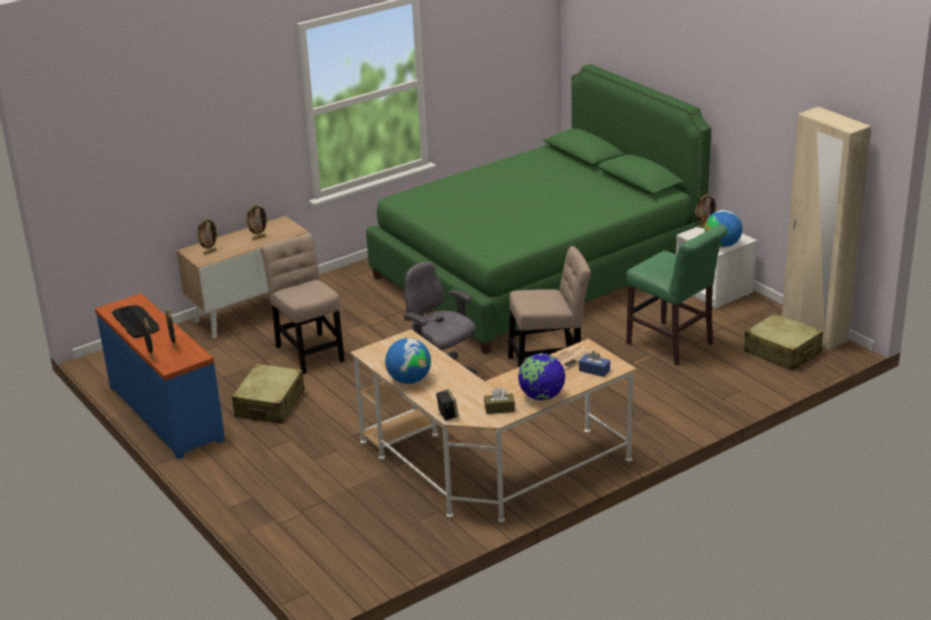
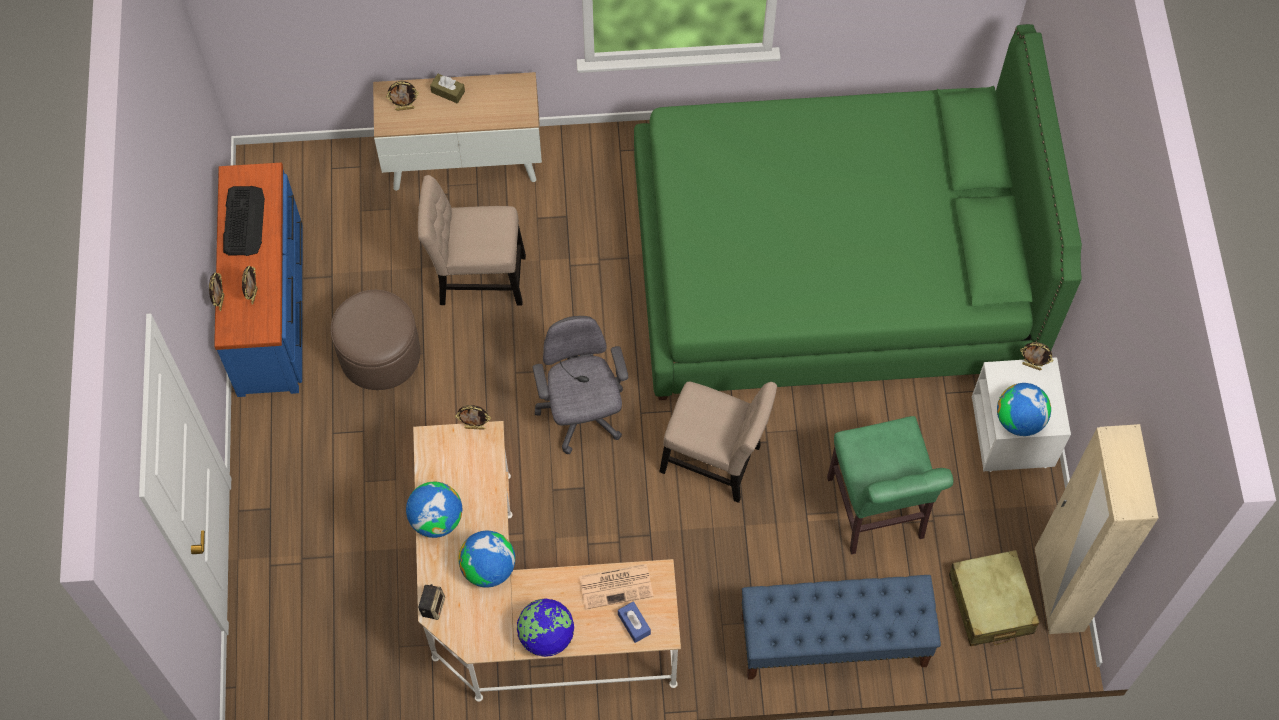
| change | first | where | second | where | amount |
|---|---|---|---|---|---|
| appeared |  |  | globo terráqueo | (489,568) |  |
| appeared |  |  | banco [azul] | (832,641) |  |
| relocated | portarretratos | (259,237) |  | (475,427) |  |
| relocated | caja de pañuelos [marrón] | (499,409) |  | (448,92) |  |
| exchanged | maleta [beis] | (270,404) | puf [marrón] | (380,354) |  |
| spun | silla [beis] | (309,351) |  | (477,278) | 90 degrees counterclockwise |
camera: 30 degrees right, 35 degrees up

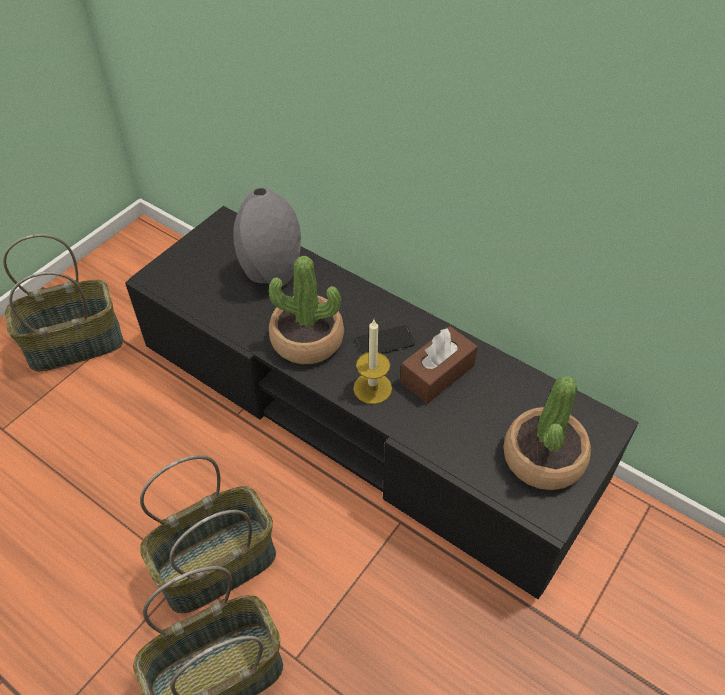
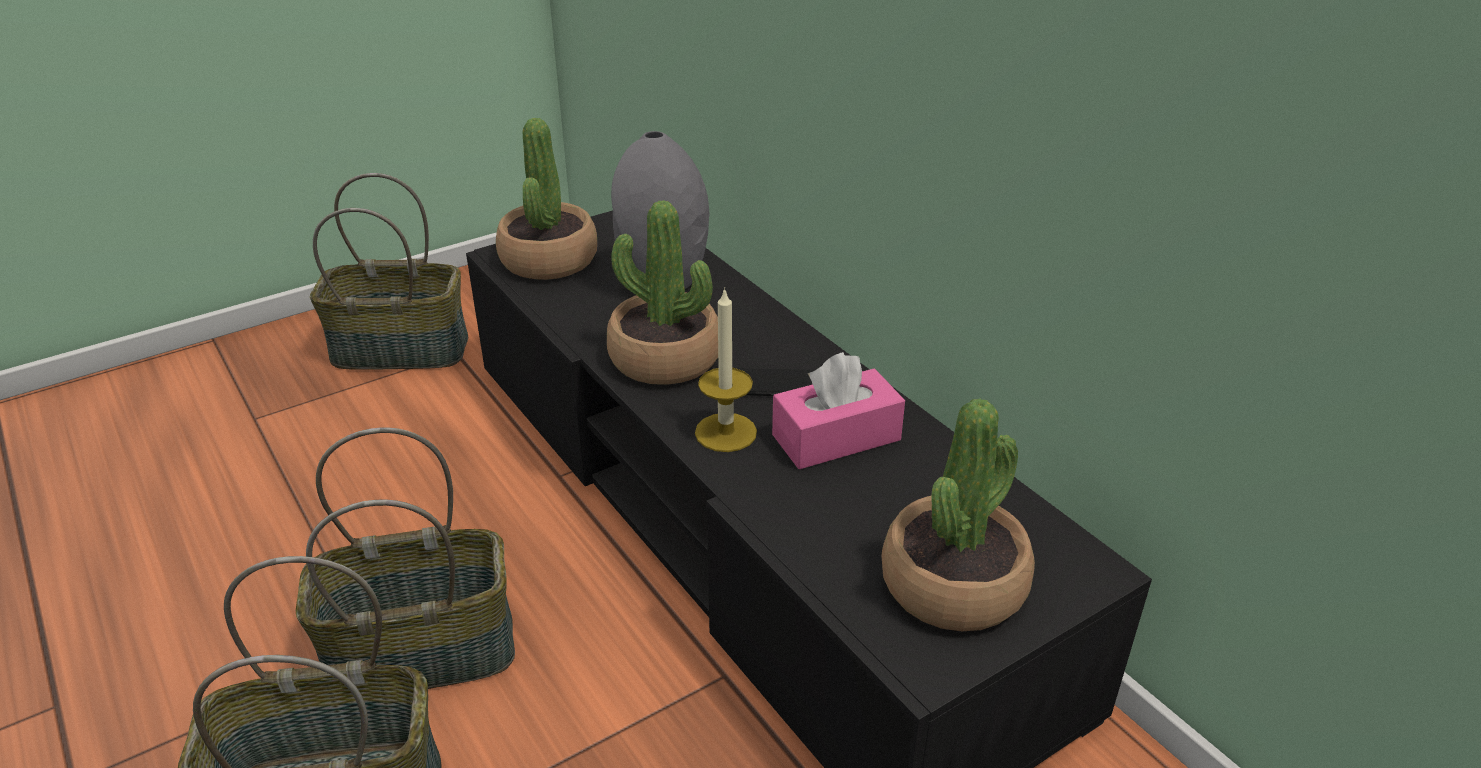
| change | first | where | second | where | amount |
|---|---|---|---|---|---|
| appeared |  |  | planta en maceta | (548,260) |  |
| colour | caja de pañuelos [marrón] | (437,373) | caja de pañuelos [rosa] | (836,437) |  |
camera: 20 degrees right, 15 degrees down

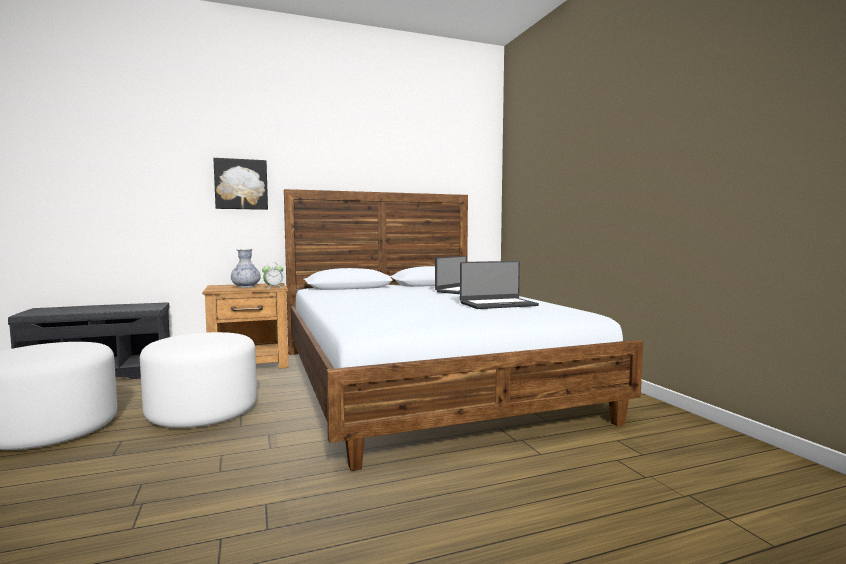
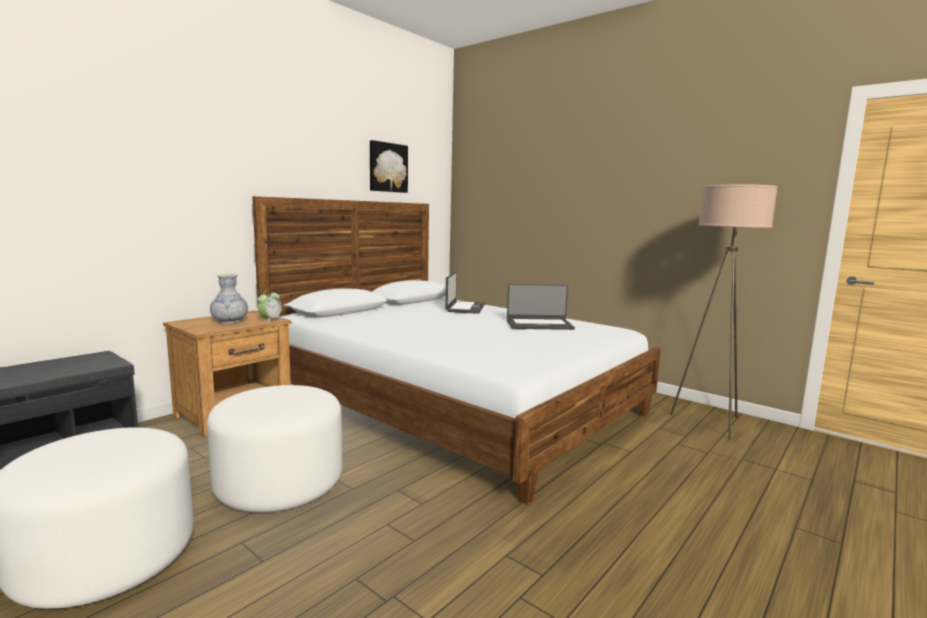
| change | first | where | second | where | amount |
|---|---|---|---|---|---|
| appeared |  |  | lámpara de pie [beis] | (711,423) |  |
| relocated | cuadro | (241,184) |  | (387,167) |  |
| spun | portátil | (498,304) |  | (539,324) | 45 degrees clockwise |
camera: 30 degrees left, 5 degrees up

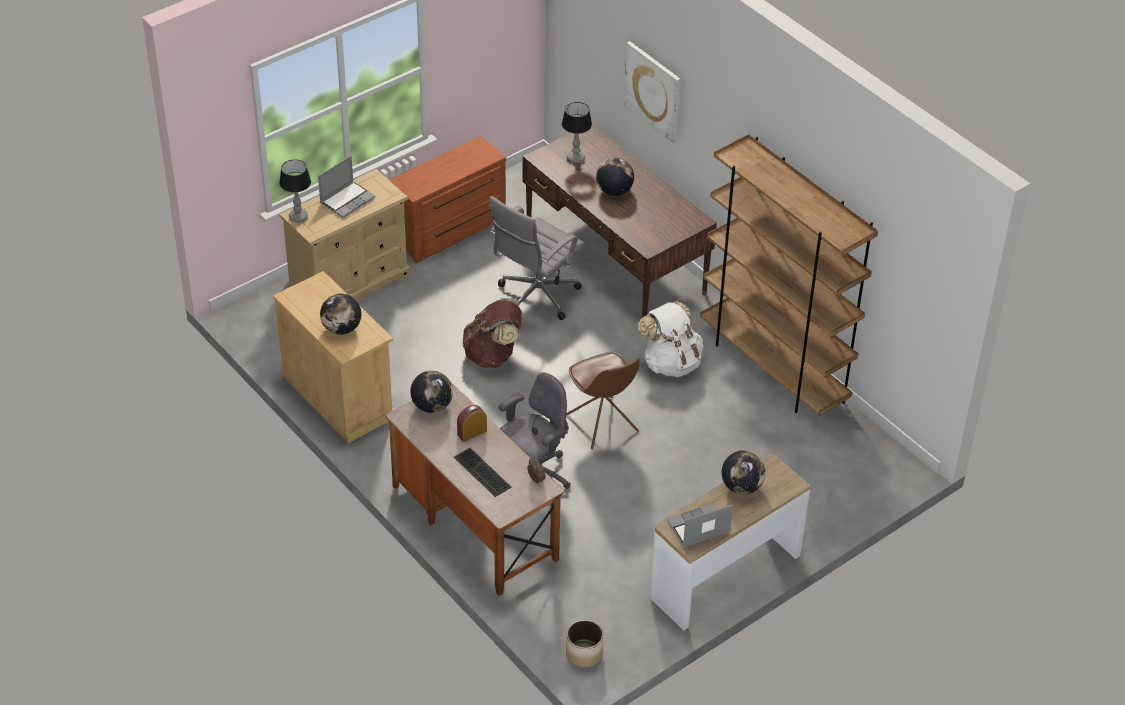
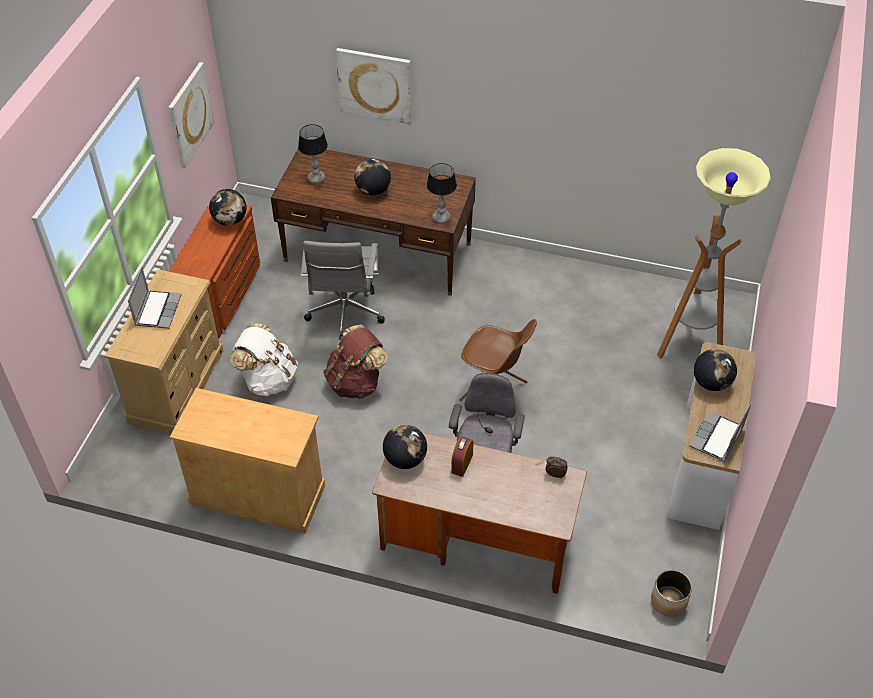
| change | first | where | second | where | amount |
|---|---|---|---|---|---|
| missing | teclado | (480,472) |  |  |  |
| missing | estantería [marrón] | (773,368) |  |  |  |
| appeared |  |  | cuadro | (189,114) |  |
| appeared |  |  | lámpara de pie | (689,346) |  |
| relocated | lámpara de mesa | (298,217) |  | (441,218) |  |
| relocated | globo terráqueo | (341,329) |  | (230,221) |  |
| relocated | mochila [blanco] | (671,362) |  | (268,379) |  |
camera: 35 degrees left, 5 degrees up

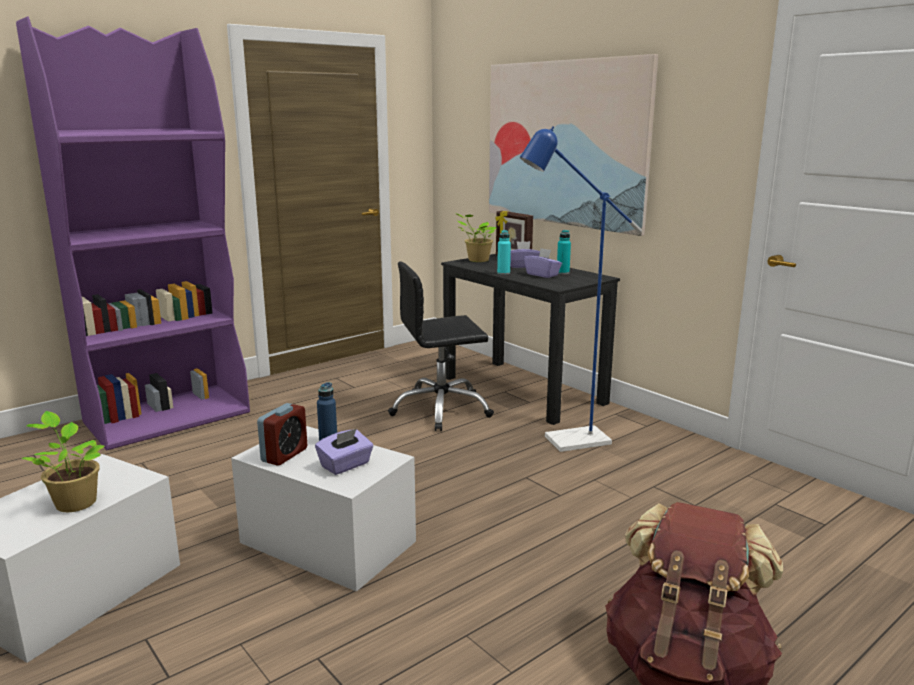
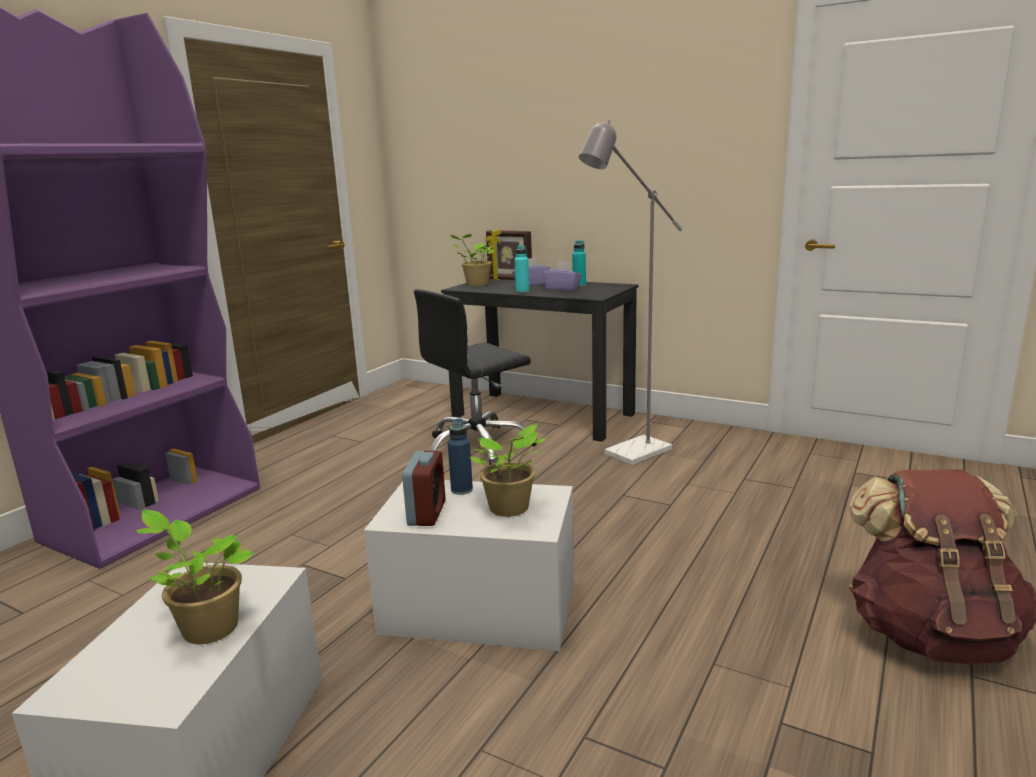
| change | first | where | second | where | amount |
|---|---|---|---|---|---|
| missing | cuadro | (565,144) |  |  |  |
| exchanged | caja de pañuelos [morado] | (345,465) | planta en maceta | (510,509) |  |
| colour | lámpara de pie [azul] | (567,442) | lámpara de pie [gris] | (630,454) |  |
camera: 20 degrees left, 0 degrees up

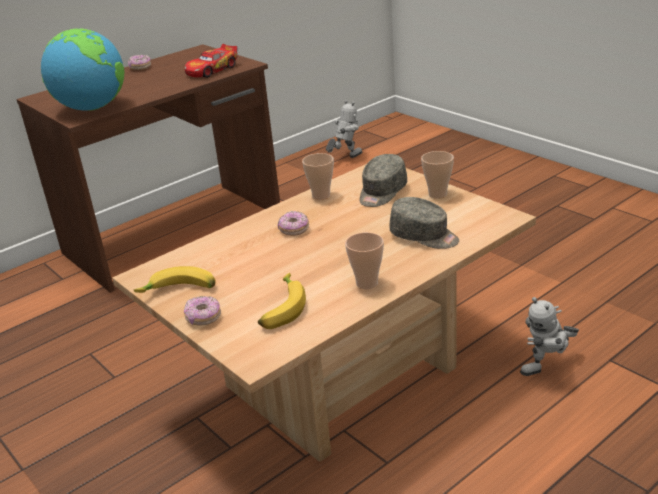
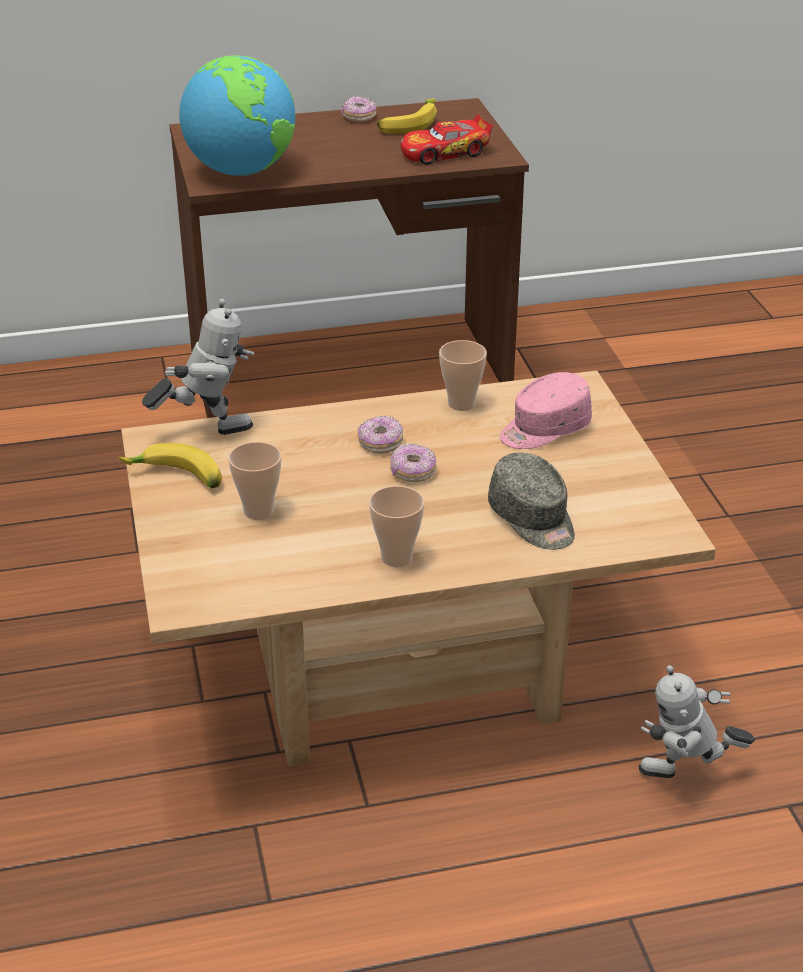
| change | first | where | second | where | amount |
|---|---|---|---|---|---|
| relocated | rosquilla | (203,318) |  | (412,472) |  |
| relocated | plátano | (281,309) |  | (408,124) |  |
| relocated | robot de juguete | (345,158) |  | (207,429) |  |
| relocated | taza | (437,194) |  | (258,511) |  |
| colour | gorra [gris] | (382,193) | gorra [rosa] | (544,429) |  |
camera: 25 degrees right, 5 degrees up

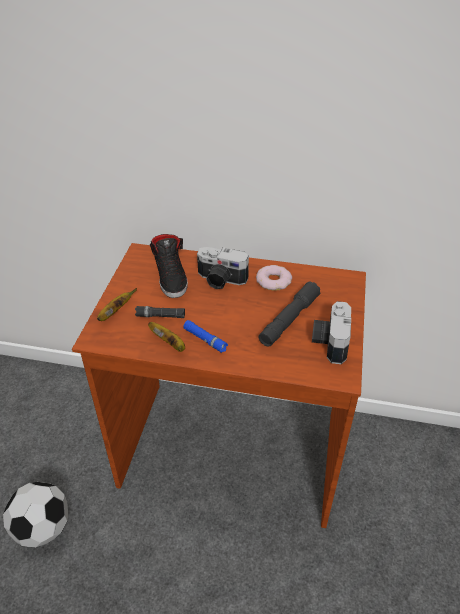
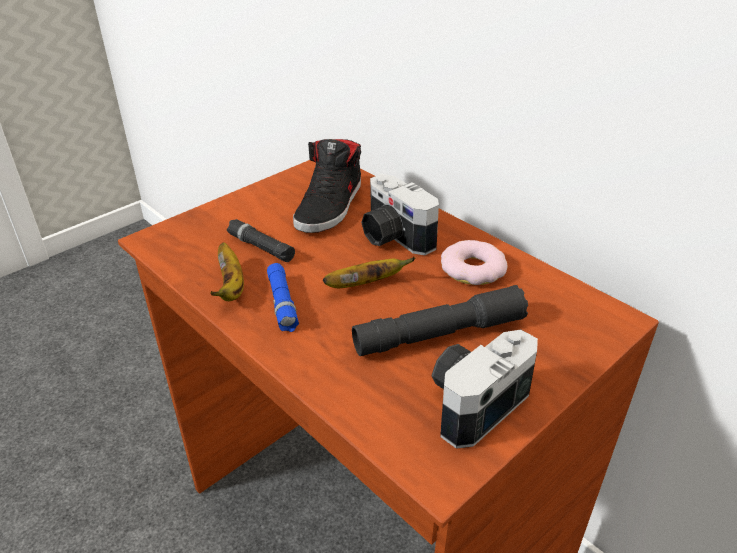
| change | first | where | second | where | amount |
|---|---|---|---|---|---|
| missing | balón de fútbol | (43,528) |  |  |  |
| relocated | plátano | (115,312) |  | (365,284) |  |
camera: 35 degrees right, 5 degrees down

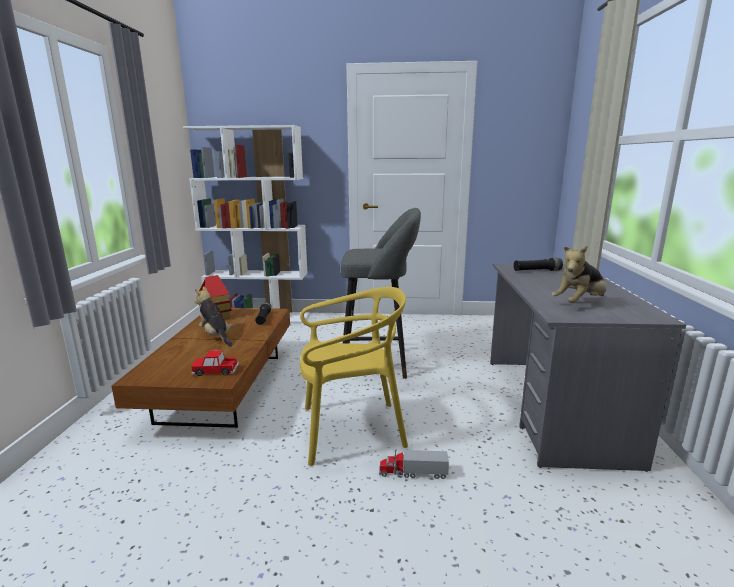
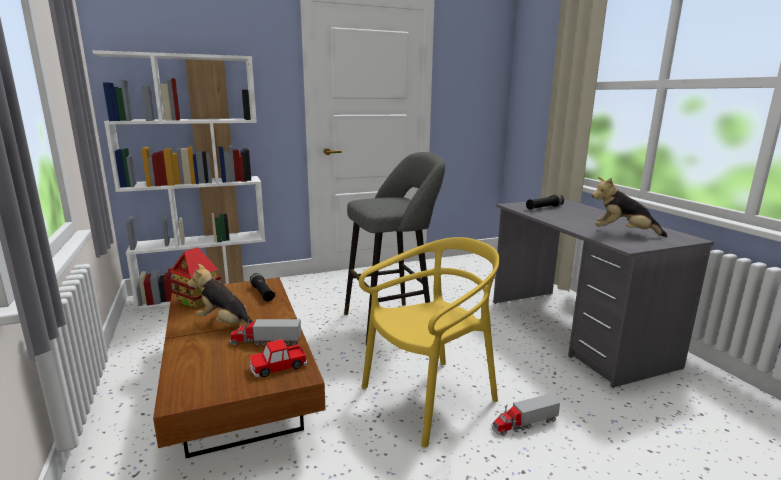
| change | first | where | second | where | amount |
|---|---|---|---|---|---|
| appeared |  |  | camión de juguete | (265,341) |  |
| spun | peluche | (579,303) |  | (623,233) | 75 degrees clockwise |
camera: 25 degrees left, 0 degrees up

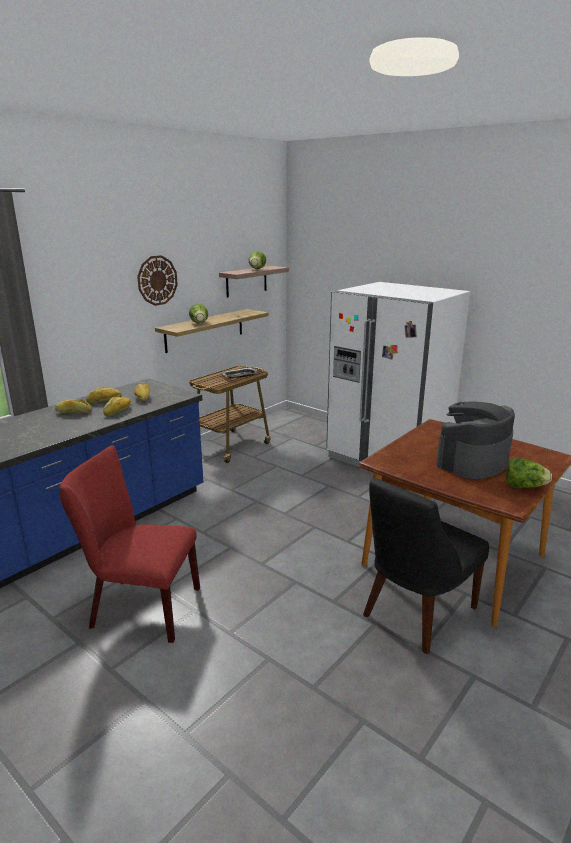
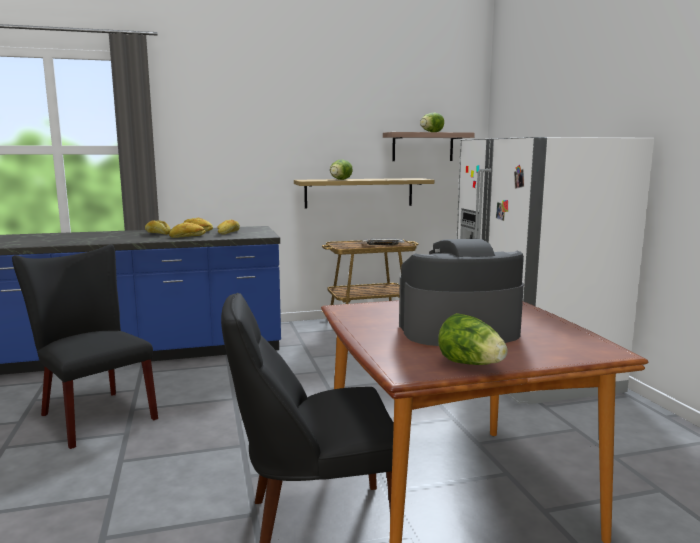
| change | first | where | second | where | amount |
|---|---|---|---|---|---|
| missing | reloj de pared | (157,280) |  |  |  |
| colour | silla [rojo] | (139,607) | silla [negro] | (93,415) |  |
camera: 35 degrees right, 10 degrees down

